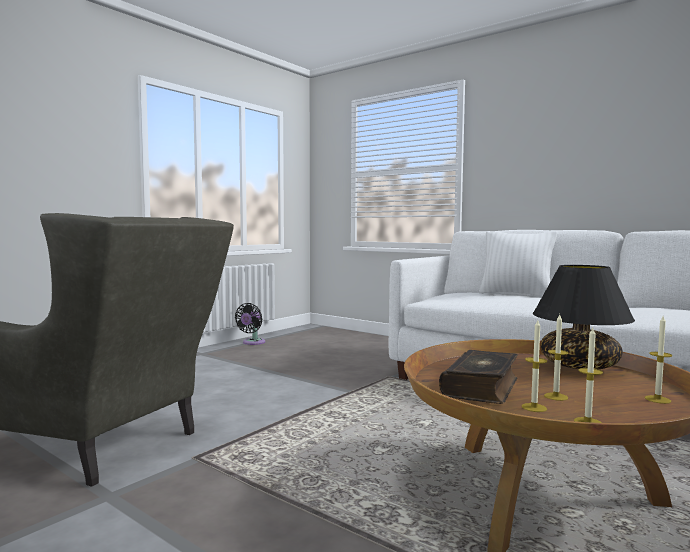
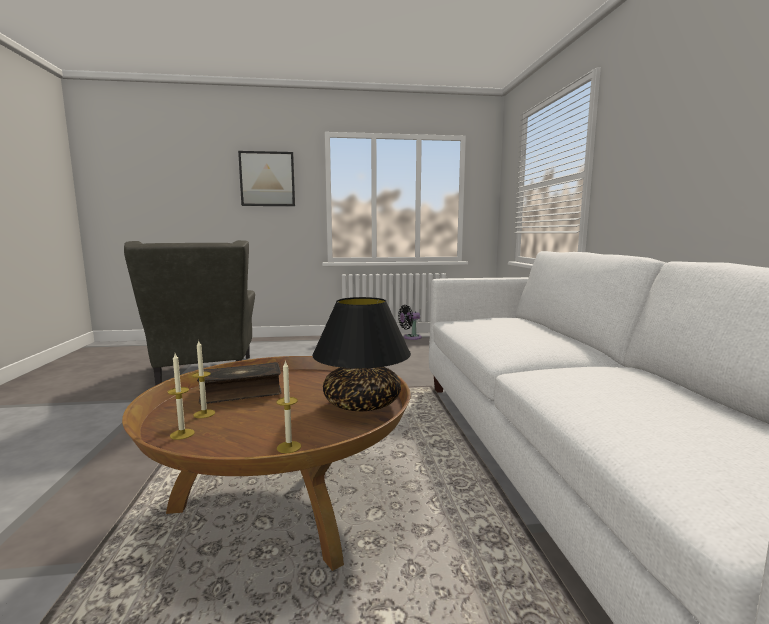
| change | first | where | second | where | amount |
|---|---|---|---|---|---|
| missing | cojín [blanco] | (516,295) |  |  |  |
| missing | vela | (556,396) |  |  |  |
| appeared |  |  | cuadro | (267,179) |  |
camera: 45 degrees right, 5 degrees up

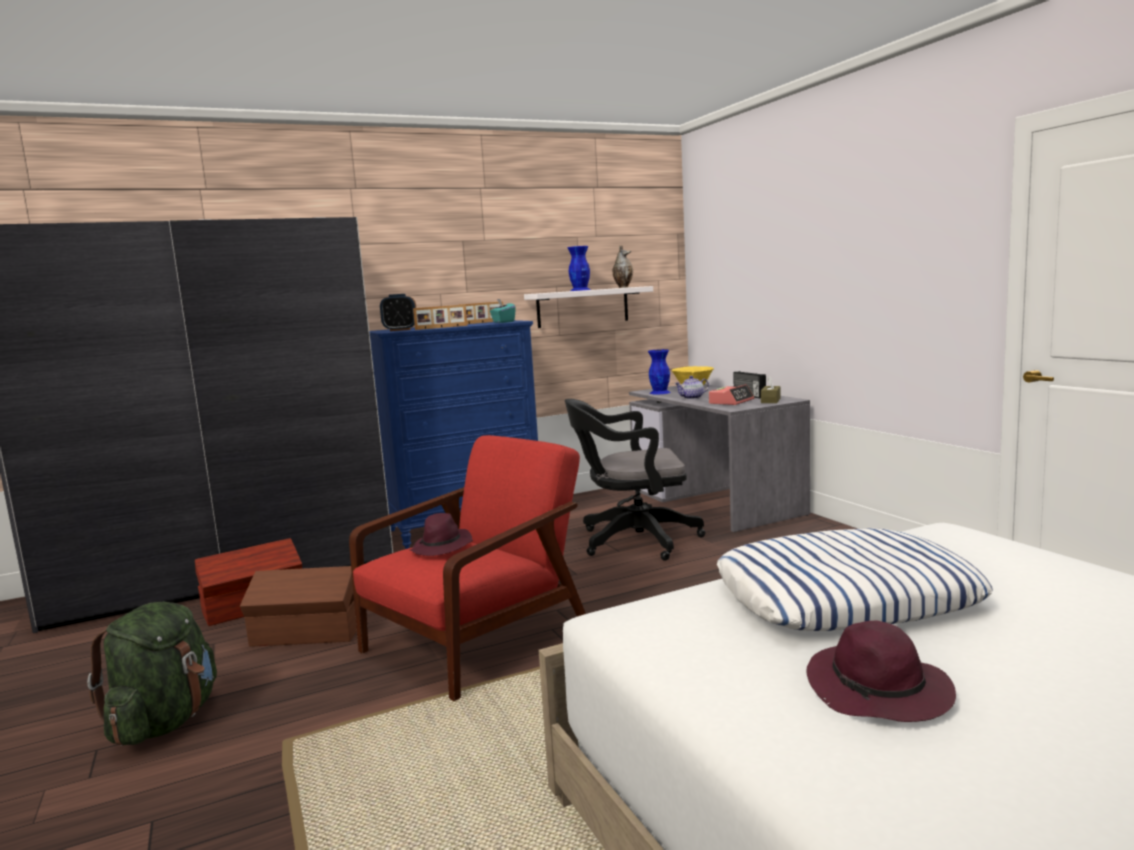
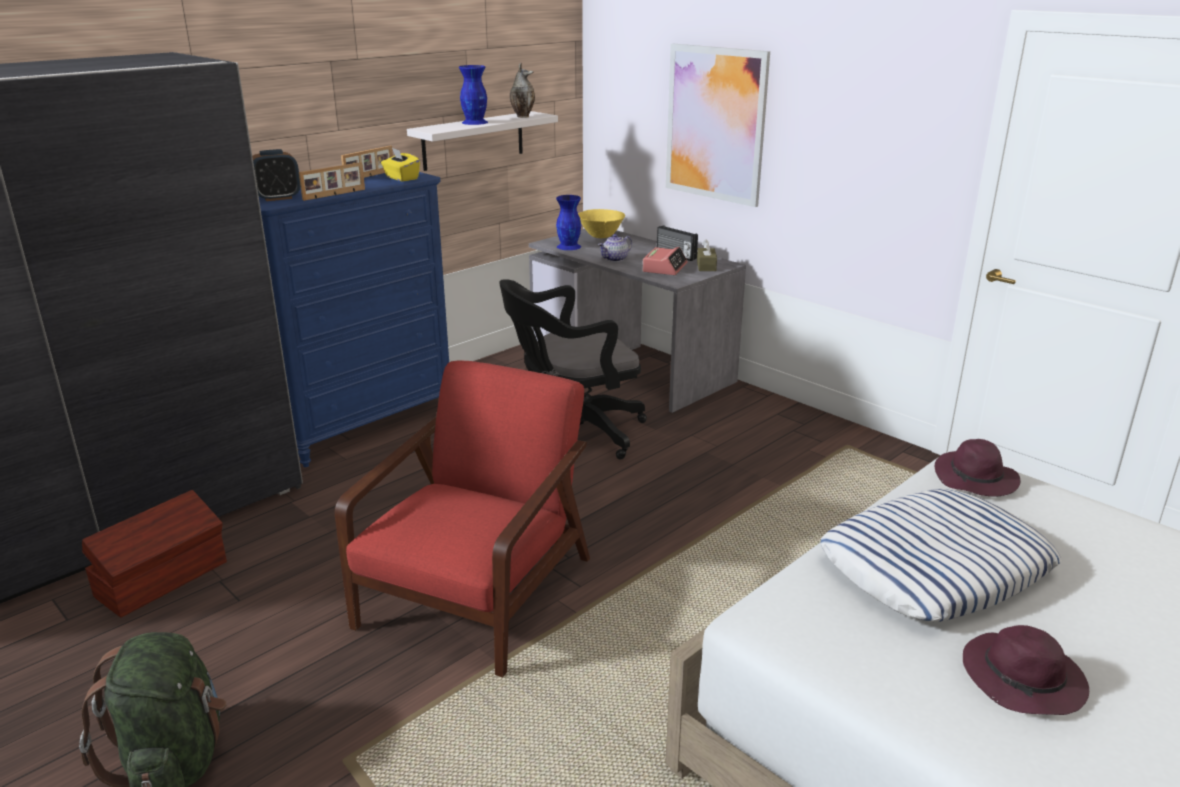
| change | first | where | second | where | amount |
|---|---|---|---|---|---|
| missing | caja de almacenaje [marrón] | (308,634) |  |  |  |
| appeared |  |  | cuadro | (715,124) |  |
| relocated | sombrero [morado] | (442,547) |  | (976,479) |  |
| colour | caja de pañuelos [turquesa] | (503,322) | caja de pañuelos [amarillo] | (401,178) |  |
camera: 20 degrees left, 15 degrees up

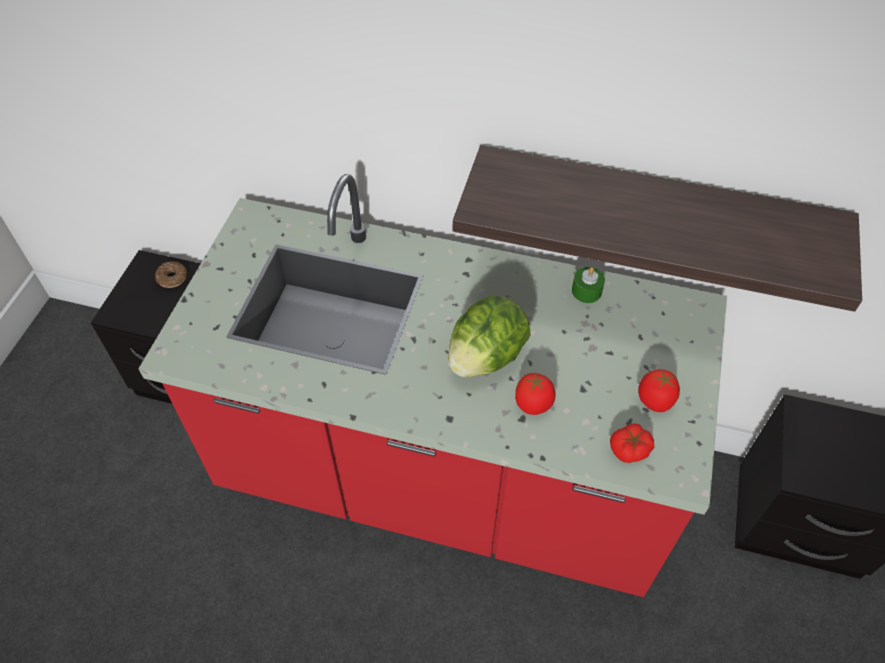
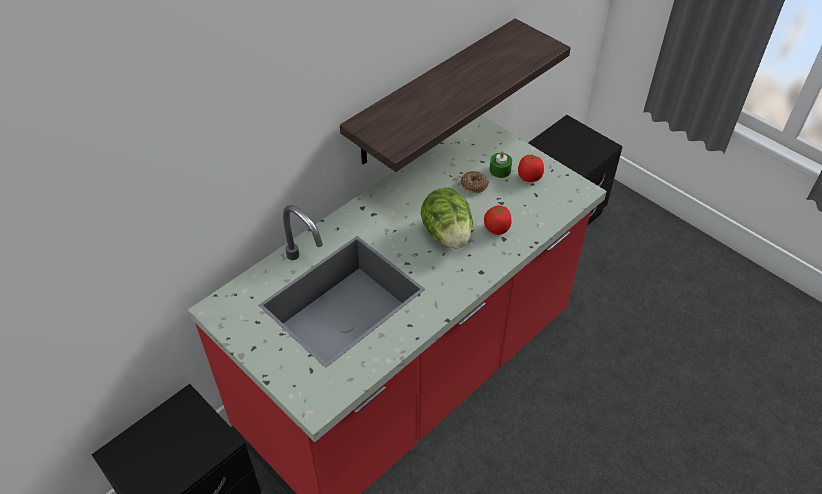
| change | first | where | second | where | amount |
|---|---|---|---|---|---|
| missing | tomate | (630,449) |  |  |  |
| relocated | rosquilla | (172,278) |  | (474,185) |  |
| relocated | vela [verde] | (586,291) |  | (500,170) |  |
camera: 60 degrees left, 5 degrees down

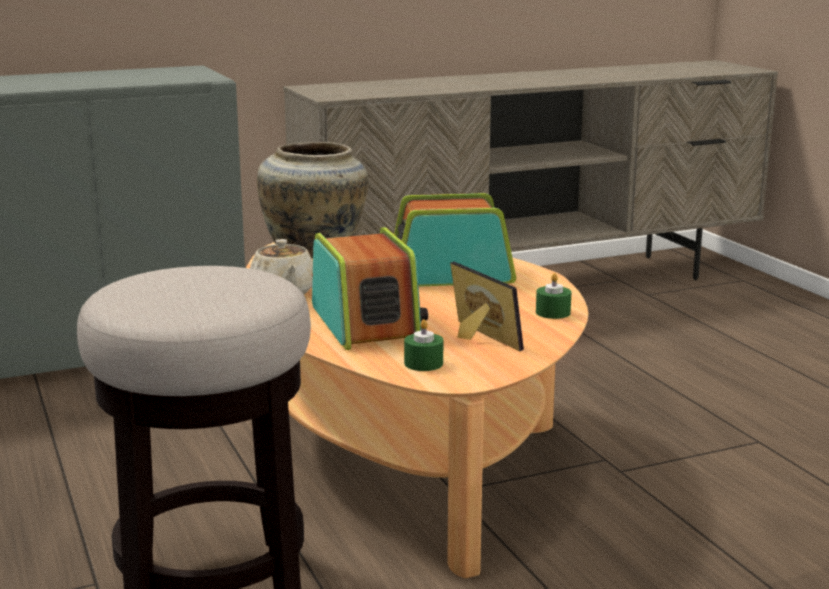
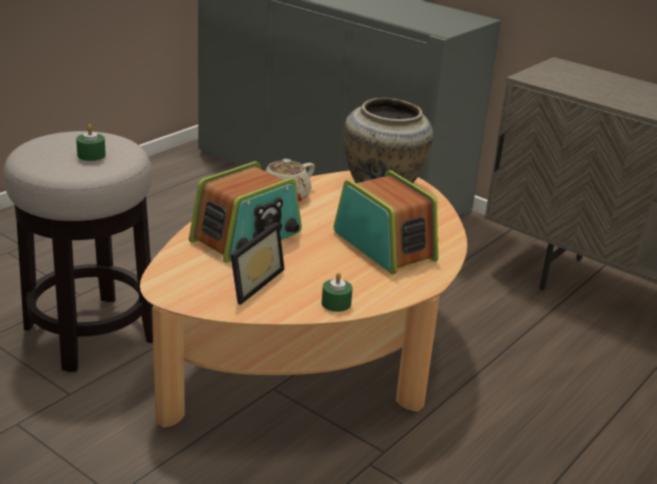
| change | first | where | second | where | amount |
|---|---|---|---|---|---|
| relocated | vela [verde] | (423,363) |  | (91,155) |  |
camera: 60 degrees right, 10 degrees up

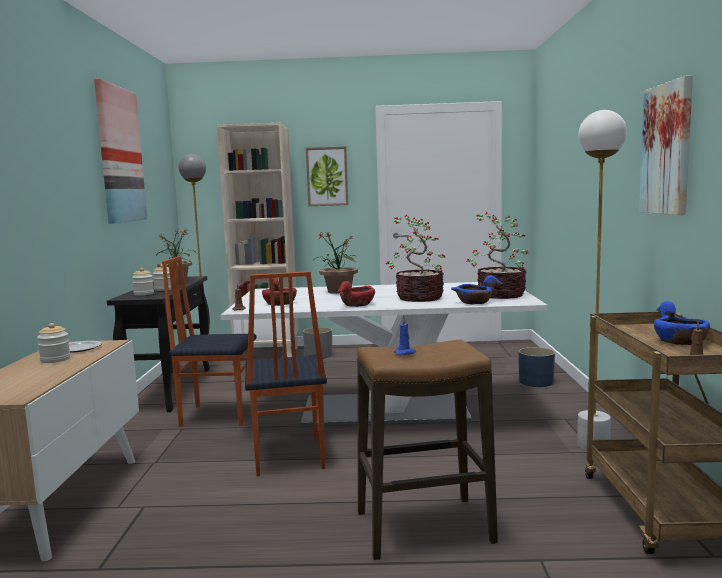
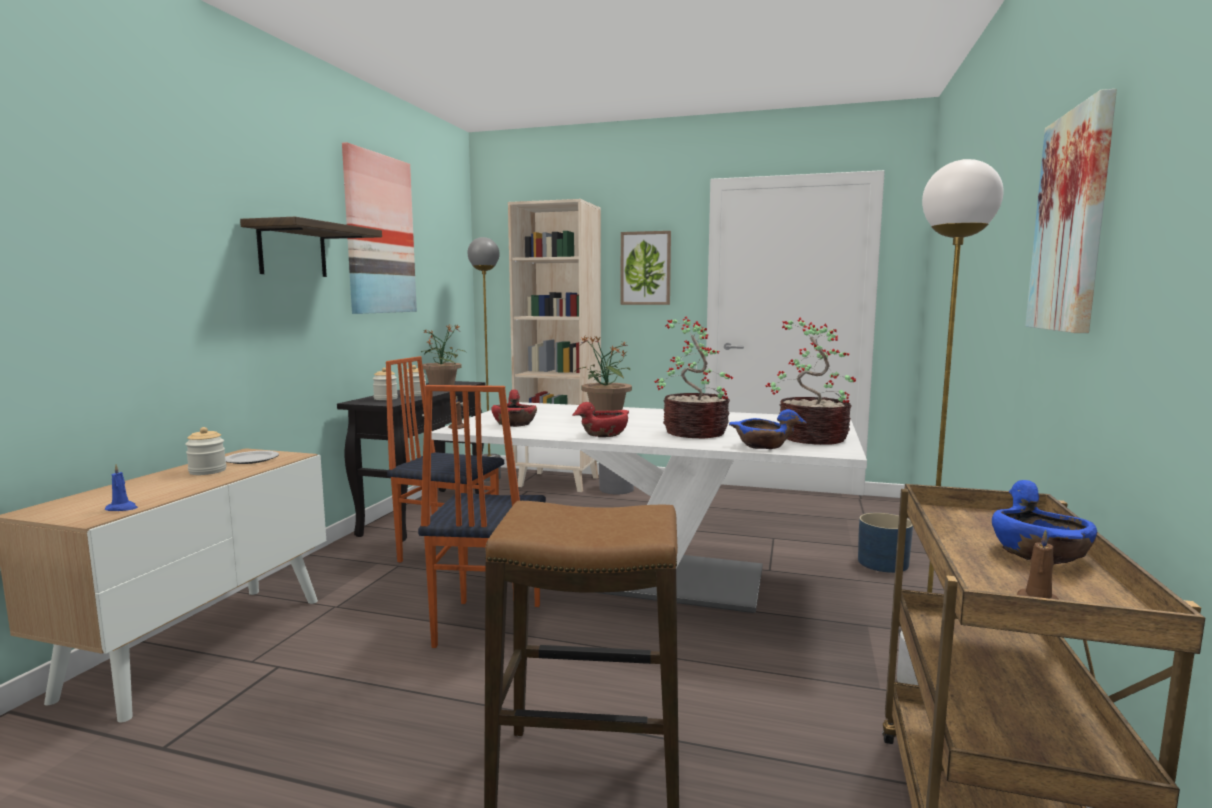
| change | first | where | second | where | amount |
|---|---|---|---|---|---|
| appeared |  |  | estante | (292,250) |  |
| relocated | vela [azul] | (405,353) |  | (122,508) |  |
camera: 15 degrees right, 0 degrees up

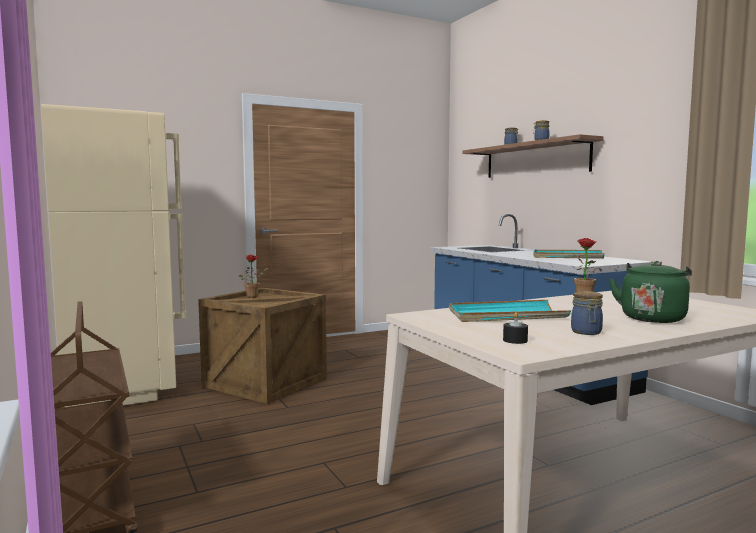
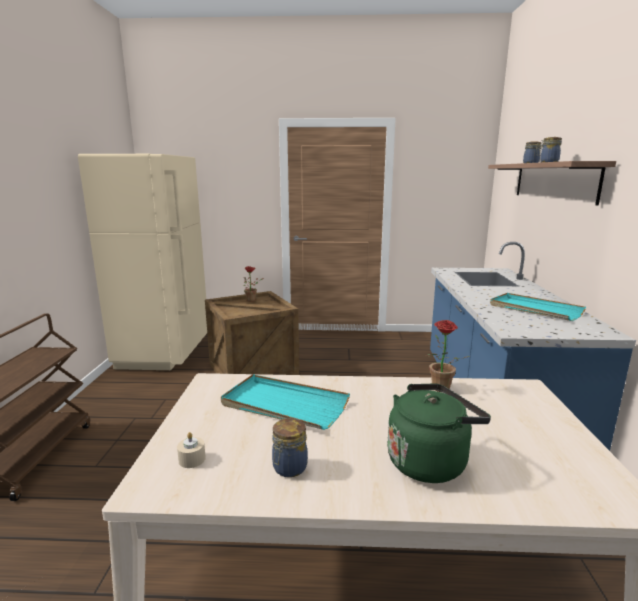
| change | first | where | second | where | amount |
|---|---|---|---|---|---|
| colour | vela [negro] | (515,340) | vela [beis] | (192,459) |  |
camera: 30 degrees right, 10 degrees up

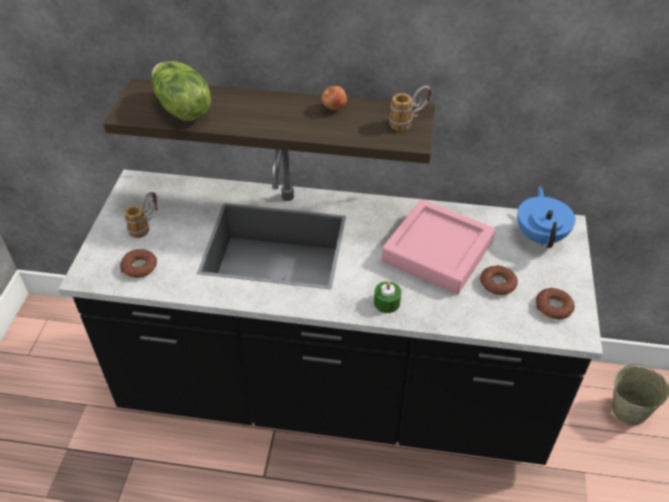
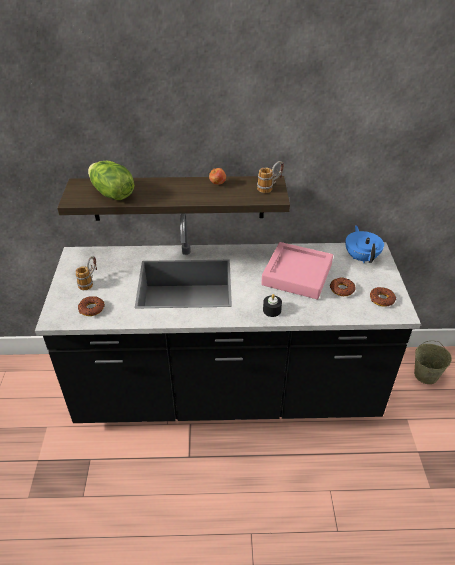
| change | first | where | second | where | amount |
|---|---|---|---|---|---|
| colour | vela [verde] | (387,302) | vela [negro] | (272,310) |  |
camera: 10 degrees left, 5 degrees down

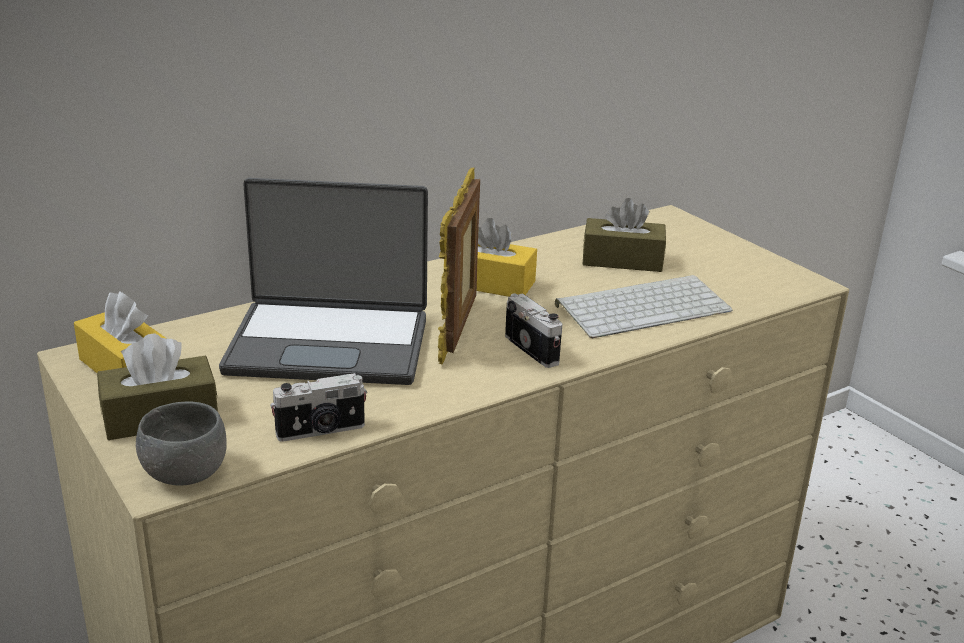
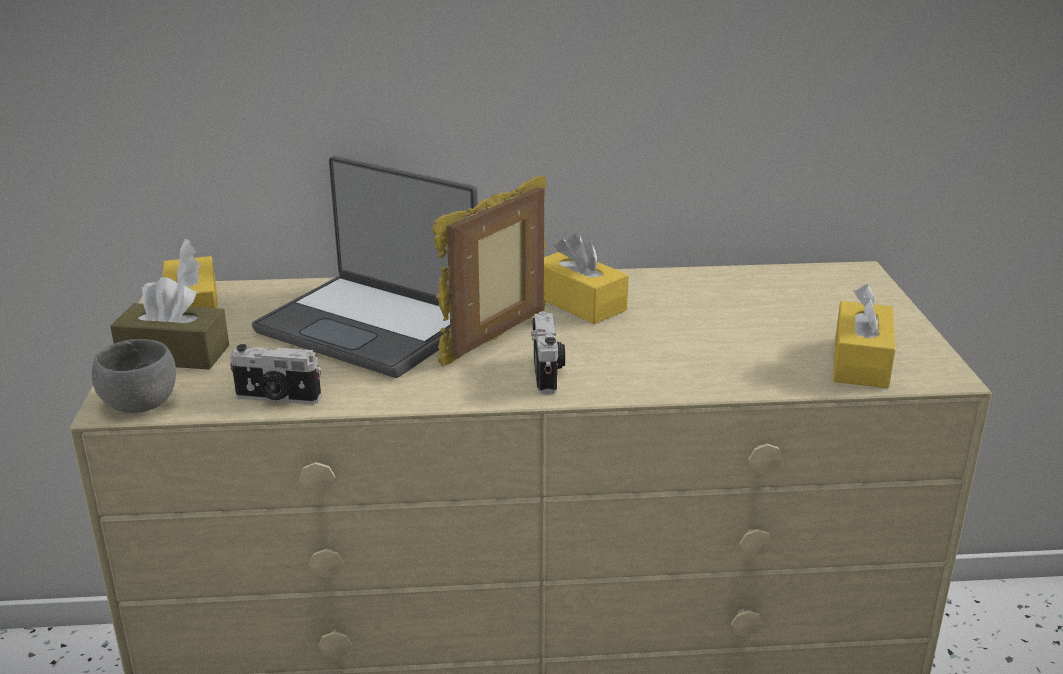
| change | first | where | second | where | amount |
|---|---|---|---|---|---|
| missing | teclado | (644,307) |  |  |  |
| missing | caja de pañuelos [marrón] | (622,260) |  |  |  |
| appeared |  |  | caja de pañuelos [amarillo] | (860,362) |  |
camera: 30 degrees right, 0 degrees up

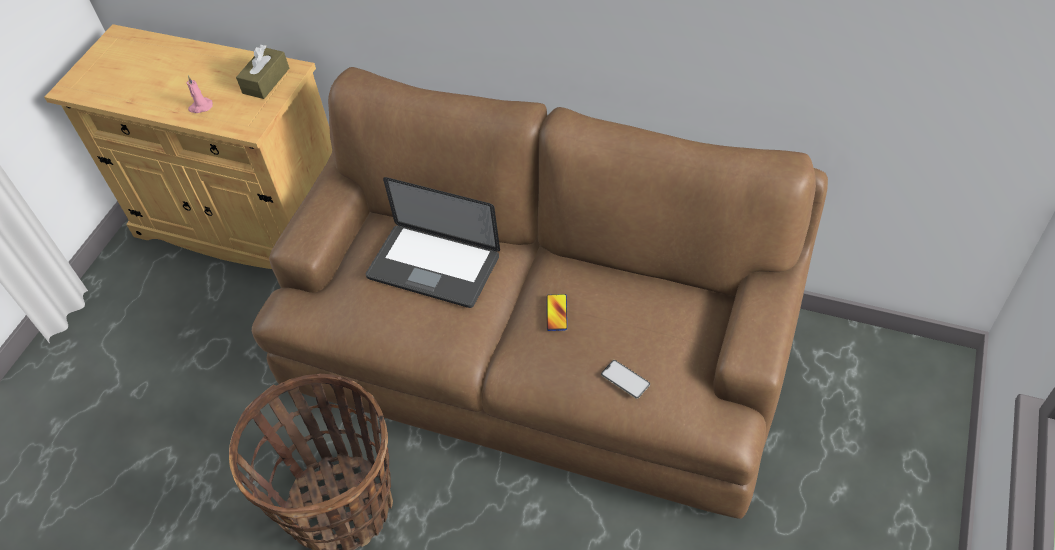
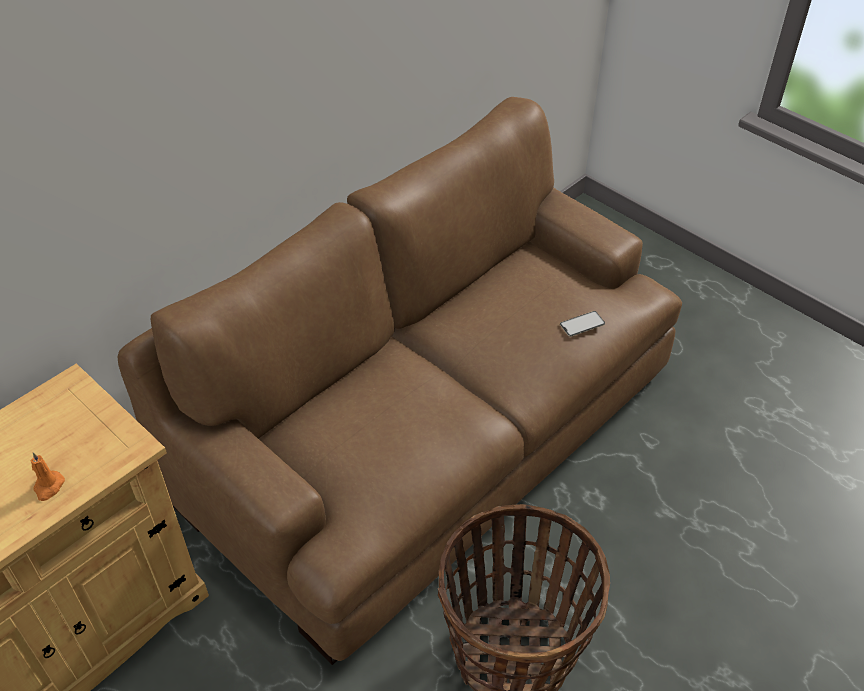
| change | first | where | second | where | amount |
|---|---|---|---|---|---|
| missing | caja de pañuelos [marrón] | (266,81) |  |  |  |
| missing | portátil | (433,267) |  |  |  |
| missing | móvil | (556,313) |  |  |  |
| colour | vela [rosa] | (200,107) | vela [naranja] | (48,487) |  |
camera: 70 degrees left, 5 degrees down

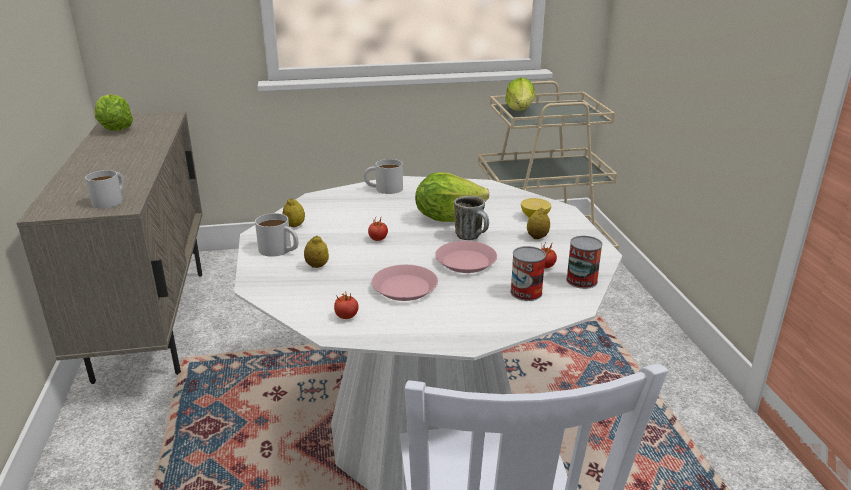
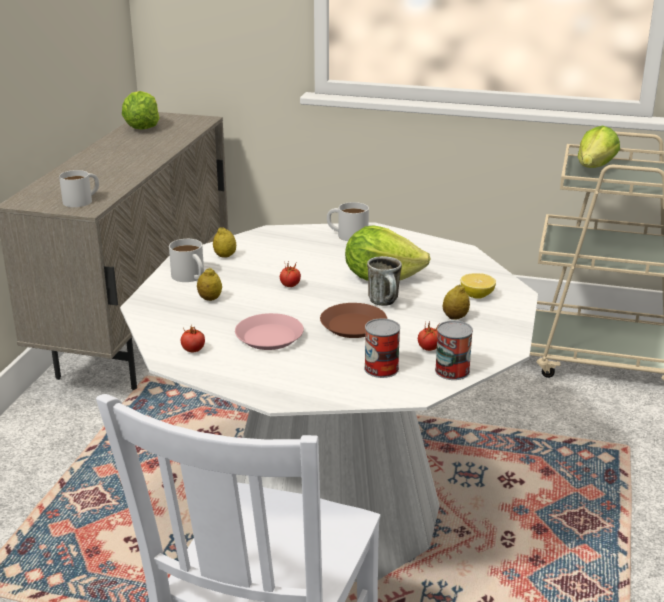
| change | first | where | second | where | amount |
|---|---|---|---|---|---|
| colour | plato [rosa] | (466,262) | plato [marrón] | (353,326) |  |
camera: 25 degrees right, 0 degrees up

